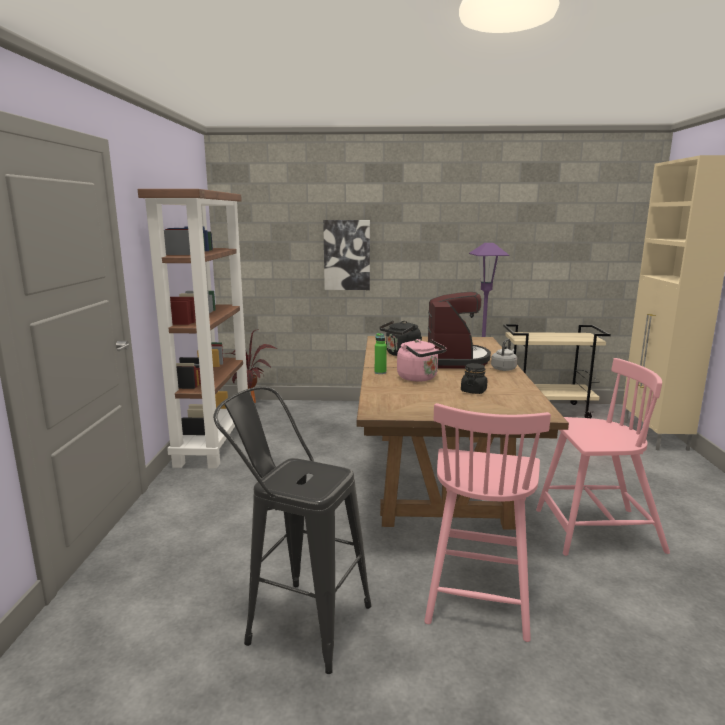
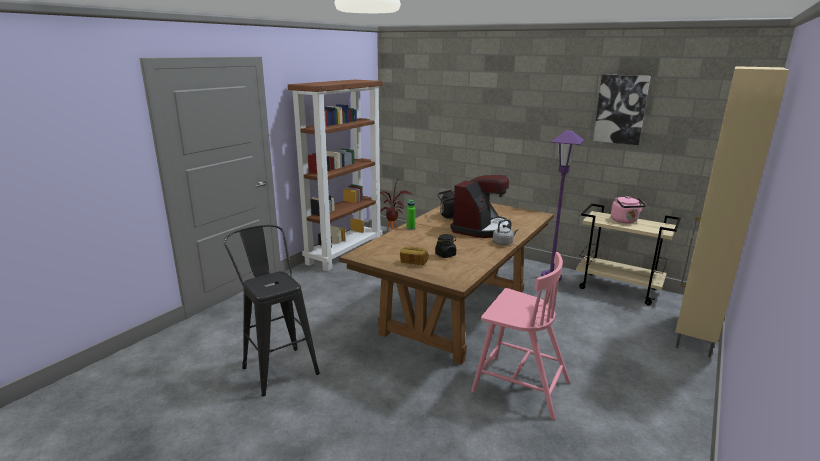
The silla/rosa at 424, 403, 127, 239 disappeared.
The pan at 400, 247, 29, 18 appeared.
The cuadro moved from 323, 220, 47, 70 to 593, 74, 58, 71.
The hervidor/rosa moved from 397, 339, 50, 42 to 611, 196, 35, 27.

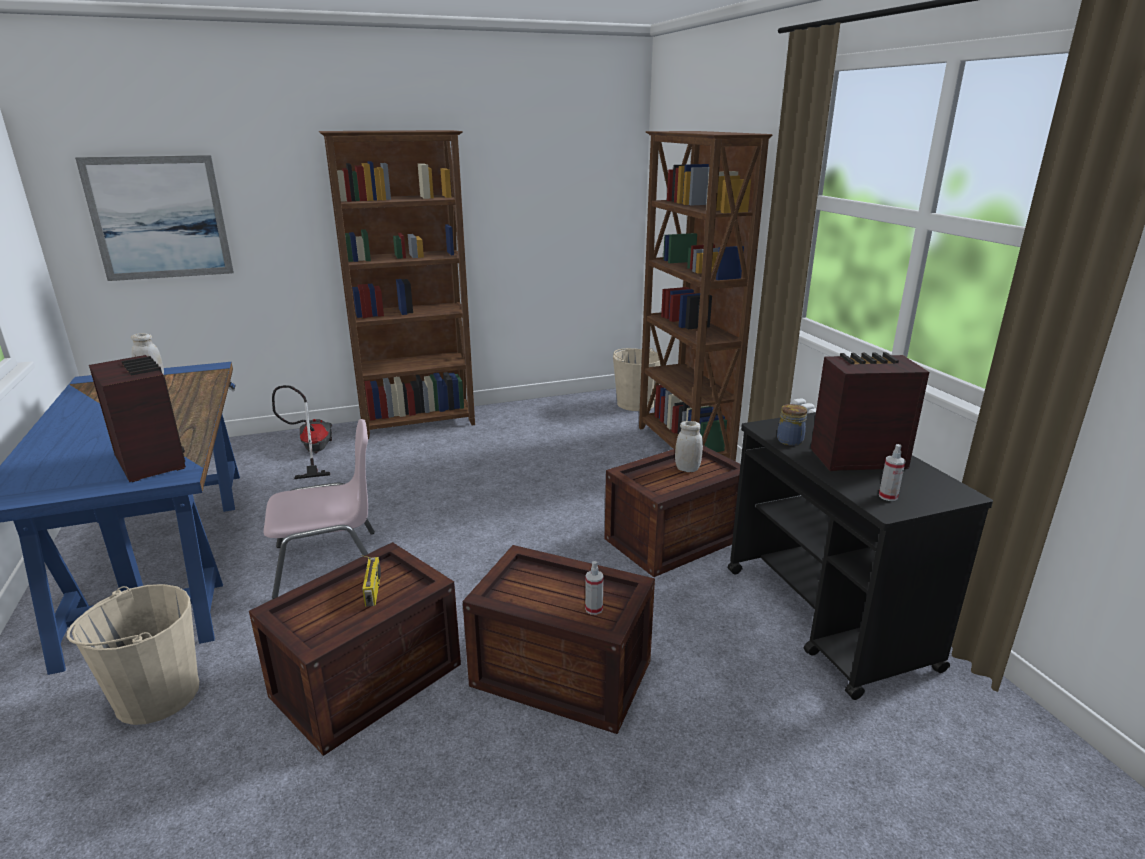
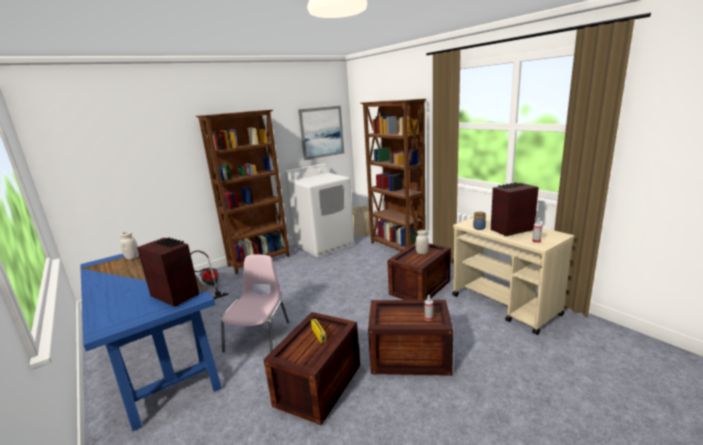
The cubo/beis at 67, 584, 132, 141 disappeared.
The lavadora/blanco at 285, 164, 69, 93 appeared.
The cuadro moved from 75, 155, 159, 126 to 298, 106, 46, 54.
The carrito/negro at 728, 412, 265, 288 became the carrito/beis at 452, 215, 122, 120.
The silla/rosa at 264, 419, 111, 180 turned 45 degrees counterclockwise.

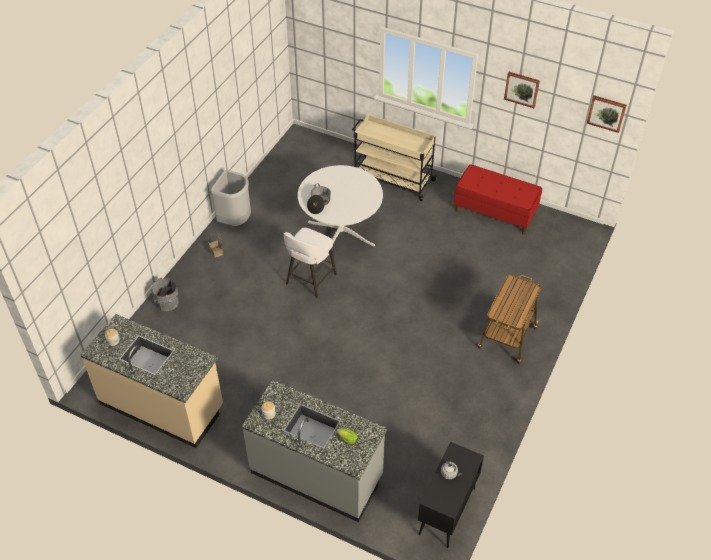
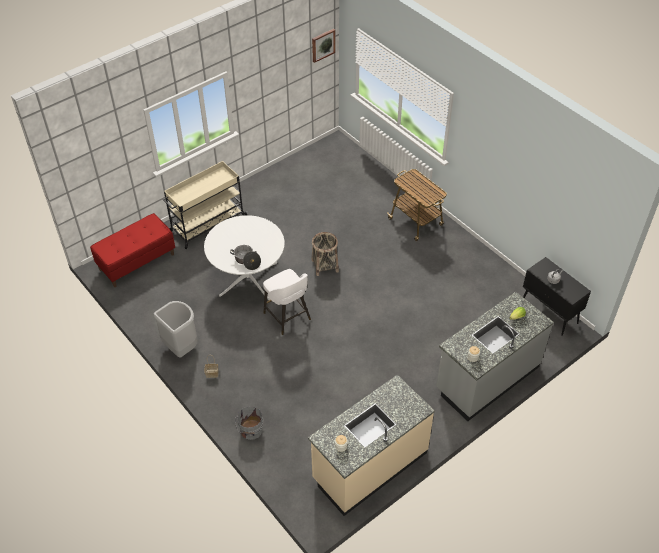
The cuadro at 504, 72, 36, 36 disappeared.
The cesta at 312, 232, 27, 44 appeared.
The banco/rojo moved from 454, 164, 88, 71 to 90, 213, 85, 74.

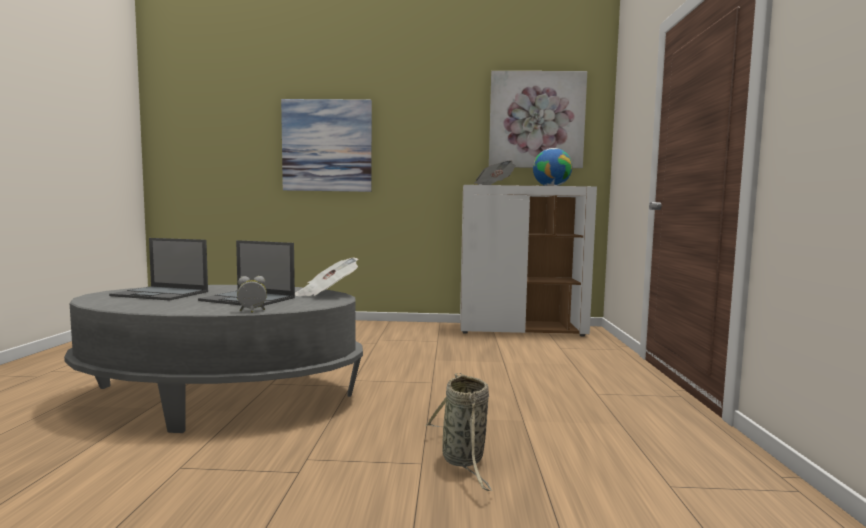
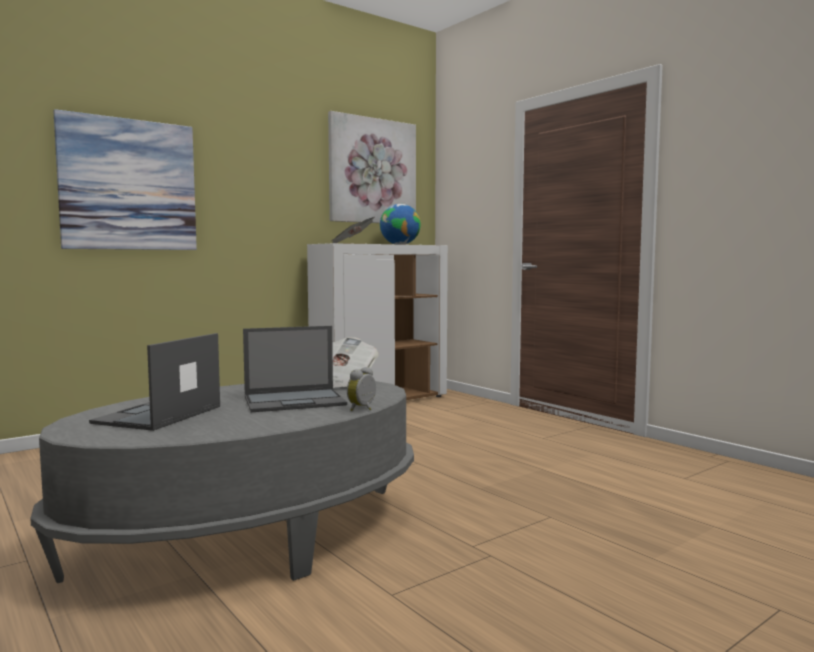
The cesta at 425, 373, 68, 118 disappeared.
The portátil at 109, 238, 99, 63 turned 135 degrees clockwise.

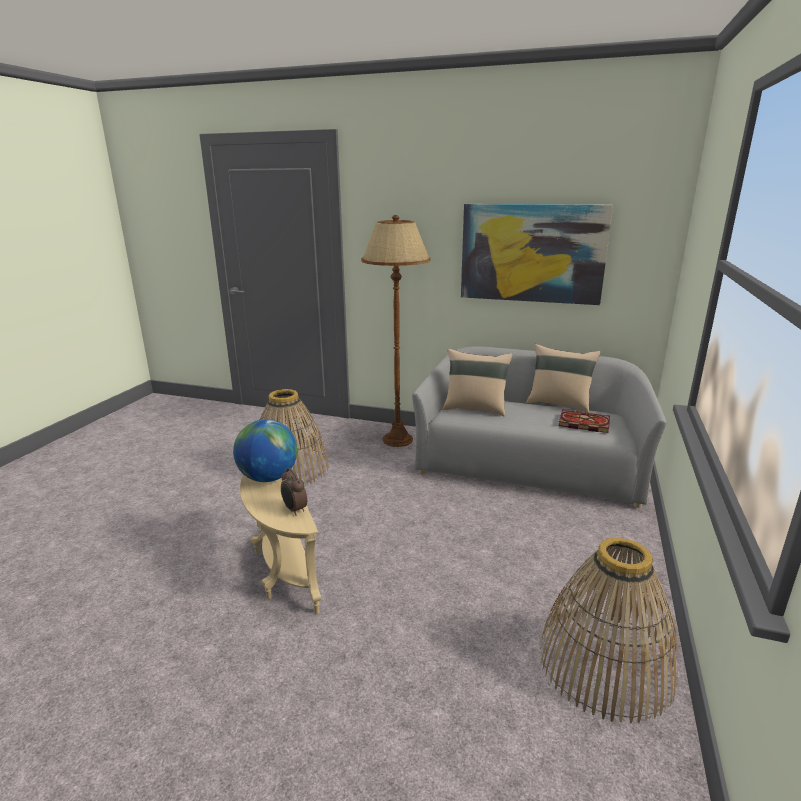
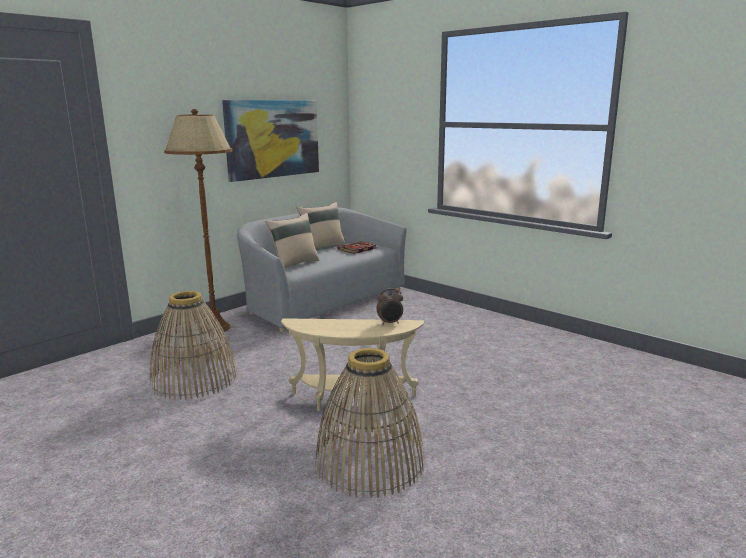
The globo terráqueo at 233, 419, 64, 63 disappeared.
The cesta moved from 539, 537, 139, 187 to 315, 348, 110, 150.

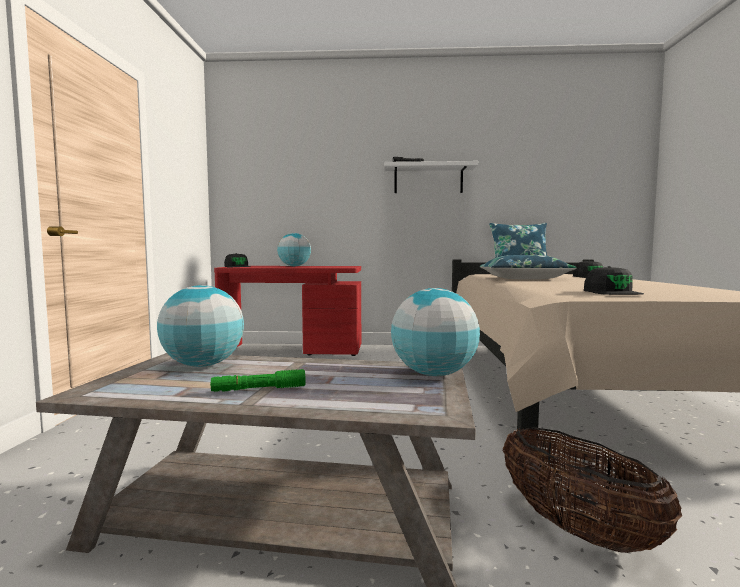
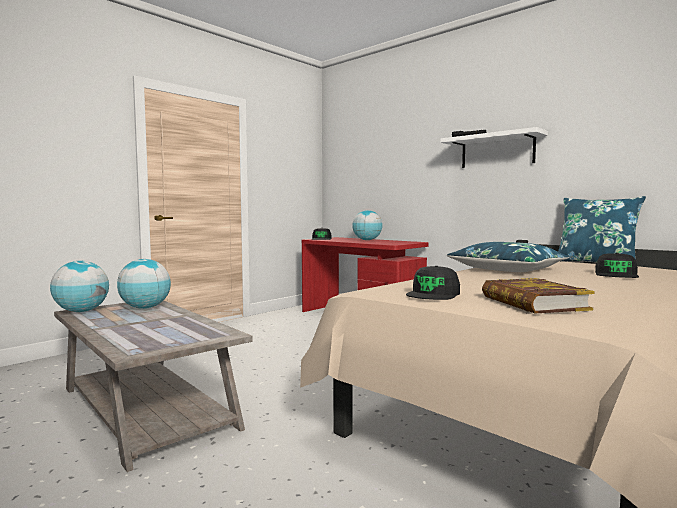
The linterna/verde at 210, 369, 96, 23 disappeared.
The cesta at 503, 427, 179, 126 disappeared.
The libro at 482, 278, 113, 36 appeared.
The globo terráqueo moved from 391, 288, 89, 88 to 50, 261, 59, 51.

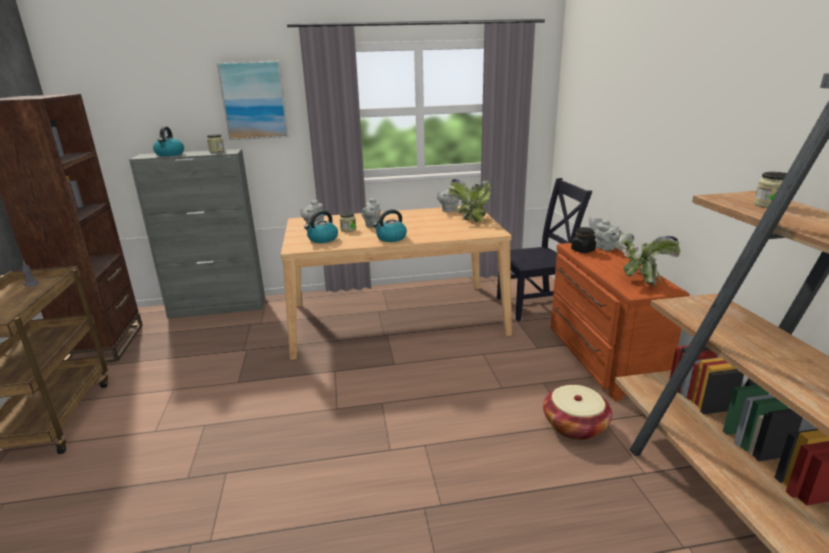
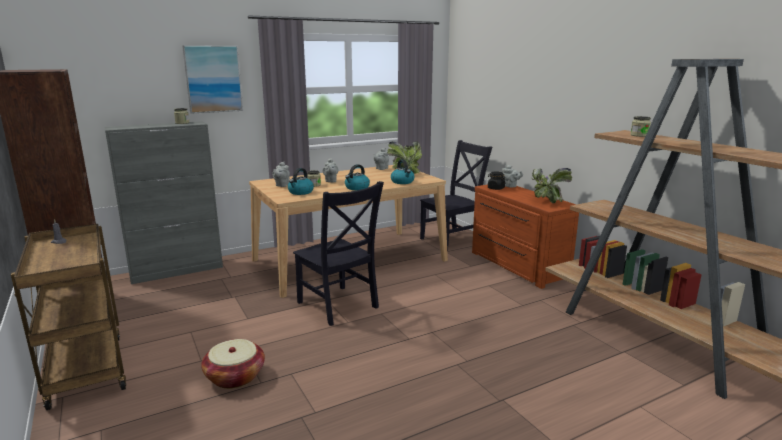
The silla/negro at 293, 181, 91, 145 appeared.
The hervidor moved from 153, 127, 31, 29 to 391, 159, 24, 25.
The cesta moved from 543, 385, 69, 55 to 201, 339, 64, 50.

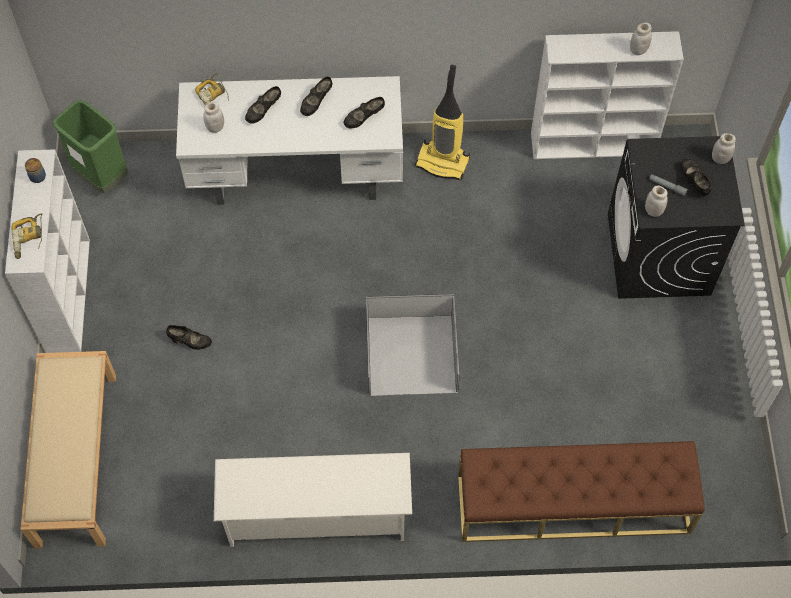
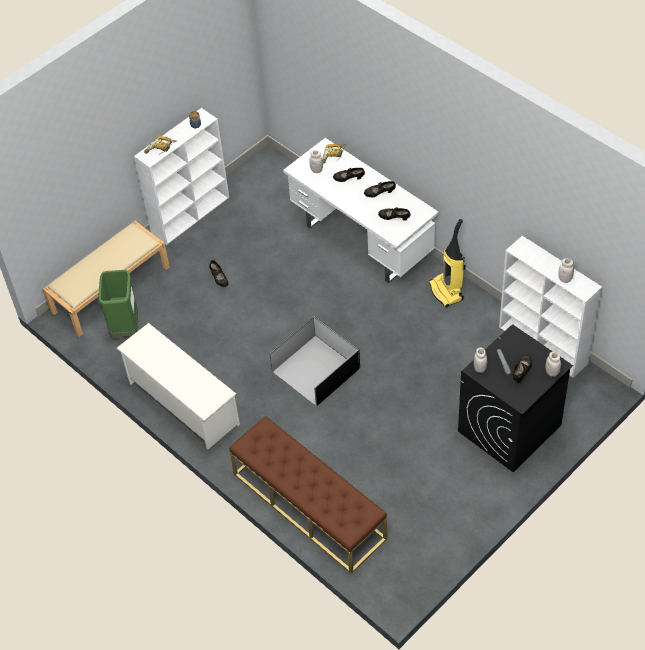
The papelera/verde moved from 53, 100, 75, 93 to 98, 270, 40, 68.

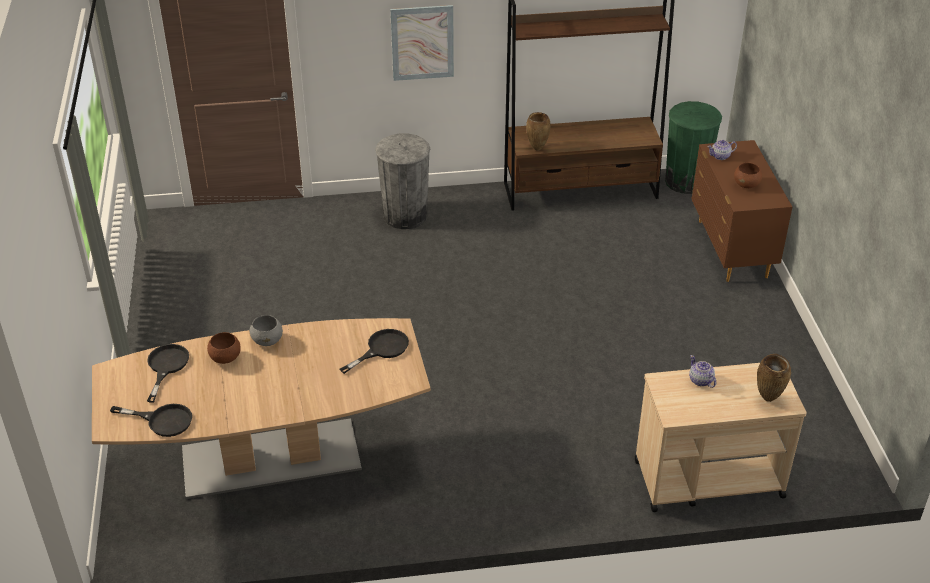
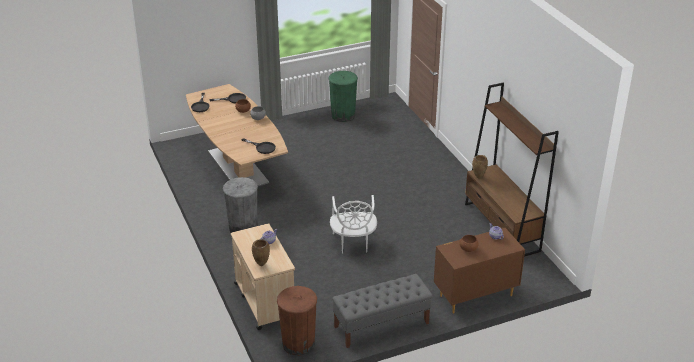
The cuadro at 390, 5, 64, 76 disappeared.
The papelera/marrón at 277, 286, 40, 70 appeared.
The silla/blanco at 330, 195, 47, 59 appeared.
The banco/gris at 332, 274, 101, 74 appeared.
The papelera/gris moved from 375, 134, 55, 95 to 223, 177, 35, 56.
The papelera/verde moved from 665, 101, 57, 93 to 329, 71, 29, 51.

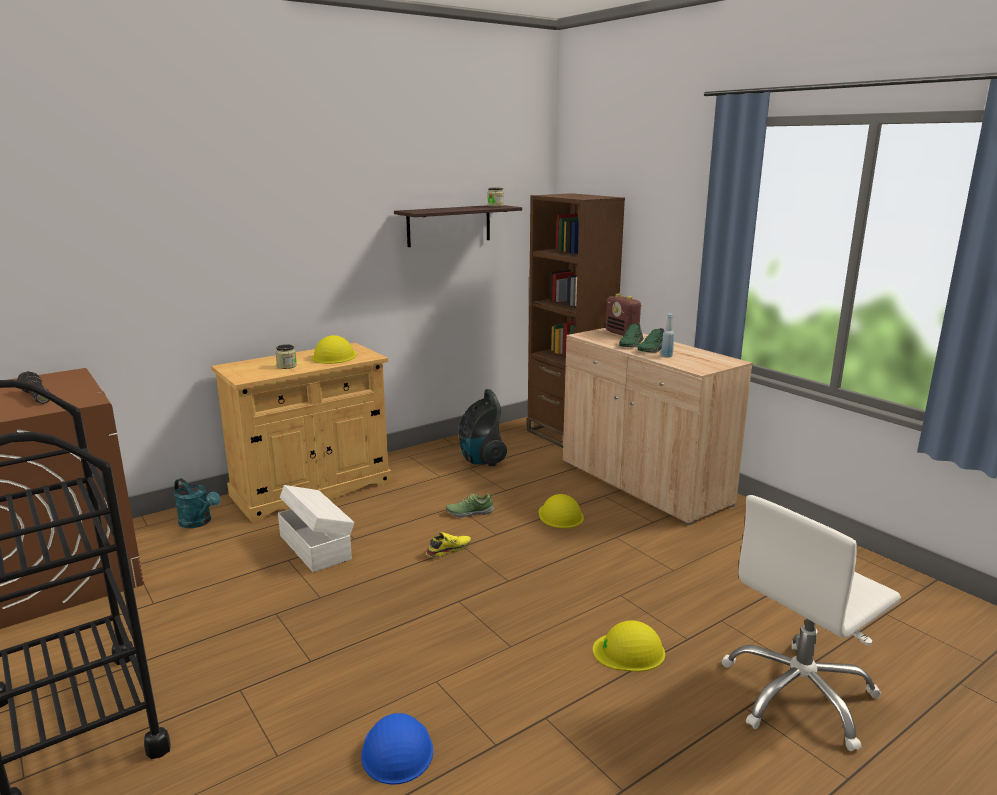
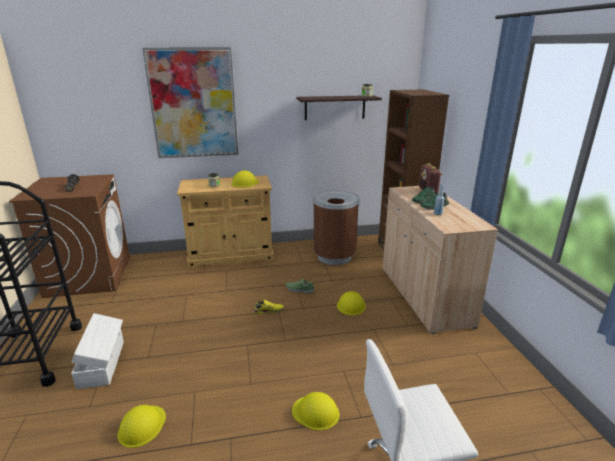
The regadera/turquesa at 174, 478, 47, 50 disappeared.
The cuadro at 142, 47, 96, 111 appeared.
The caja de almacenaje/blanco moved from 278, 485, 76, 87 to 71, 313, 53, 76.
The aspiradora at 459, 389, 48, 77 was replaced by the papelera/marrón at 313, 190, 46, 75.
The casco/azul at 361, 713, 72, 72 became the casco/amarillo at 117, 405, 49, 43.

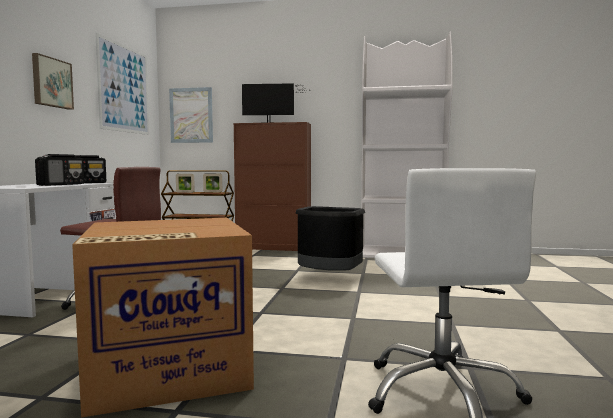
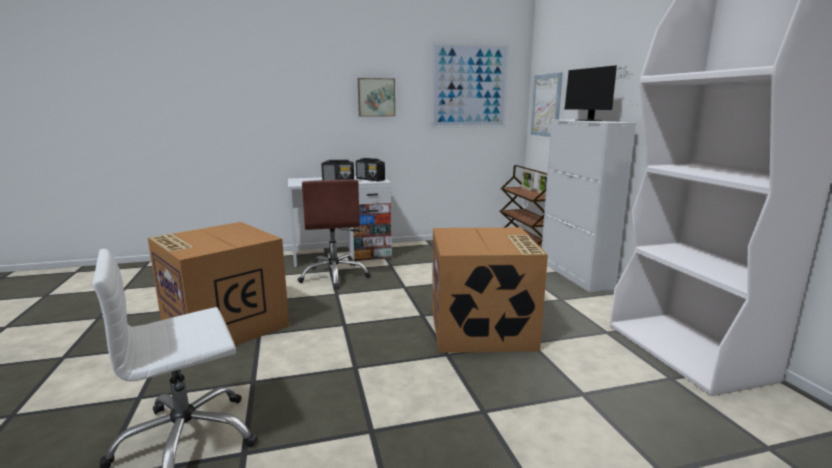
The papelera/negro at 296, 206, 69, 65 was replaced by the caja de cartón at 432, 227, 116, 126.
The armario/marrón at 234, 122, 77, 129 became the armario/blanco at 542, 120, 94, 172.

